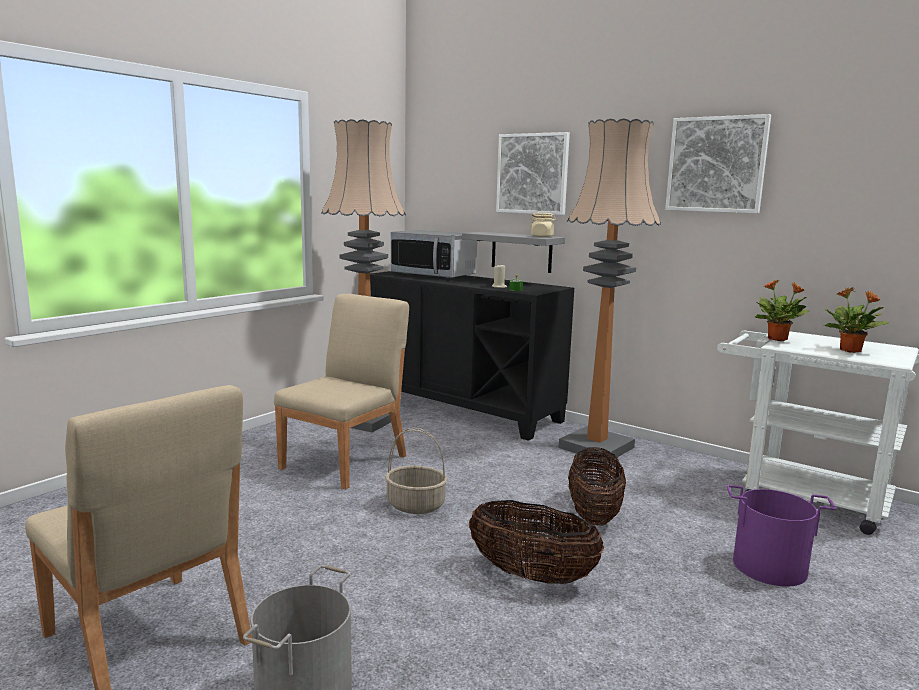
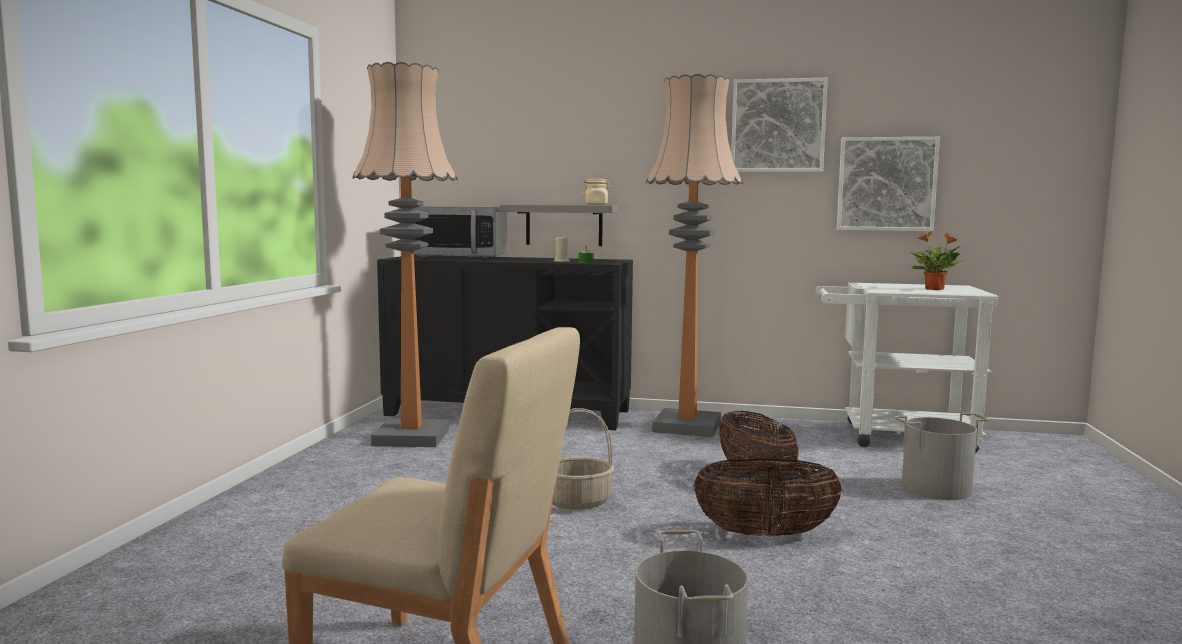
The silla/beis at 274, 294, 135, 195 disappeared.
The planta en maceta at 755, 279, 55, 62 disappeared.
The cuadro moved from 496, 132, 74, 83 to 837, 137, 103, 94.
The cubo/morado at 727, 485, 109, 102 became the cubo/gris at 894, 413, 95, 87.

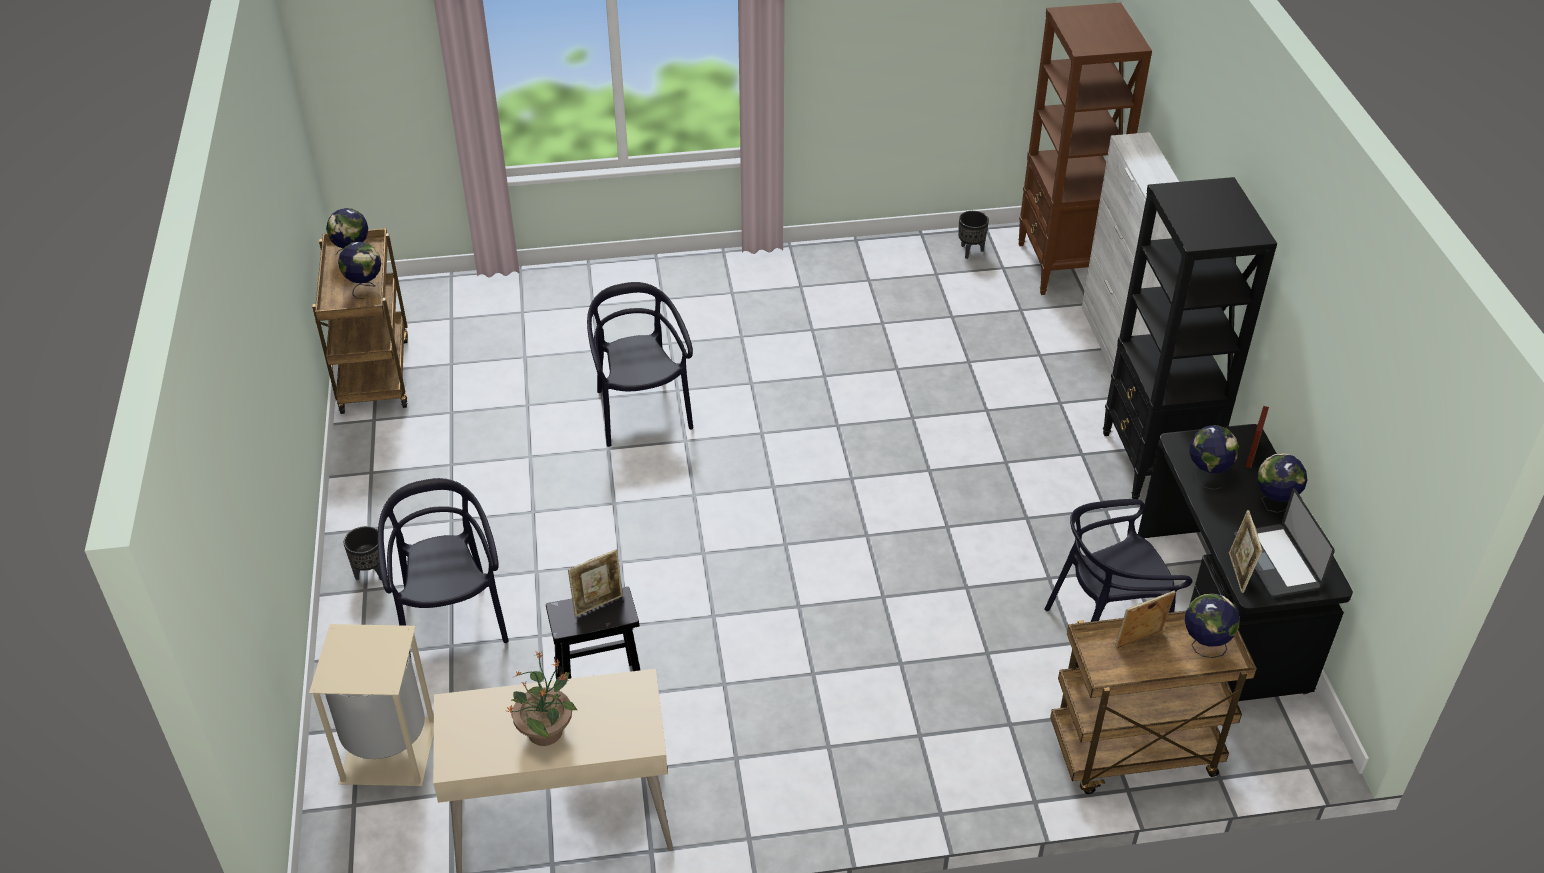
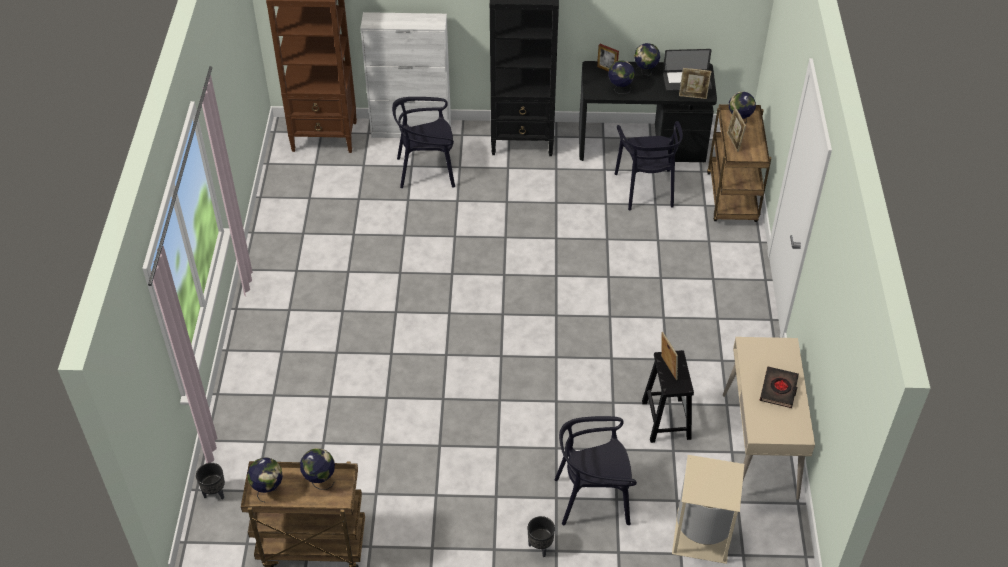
The silla/negro moved from 587, 282, 106, 165 to 392, 97, 63, 91.
The maceta/negro moved from 958, 211, 31, 48 to 196, 463, 29, 37.
The planta en maceta at 507, 651, 70, 95 was replaced by the libro/negro at 760, 367, 39, 41.

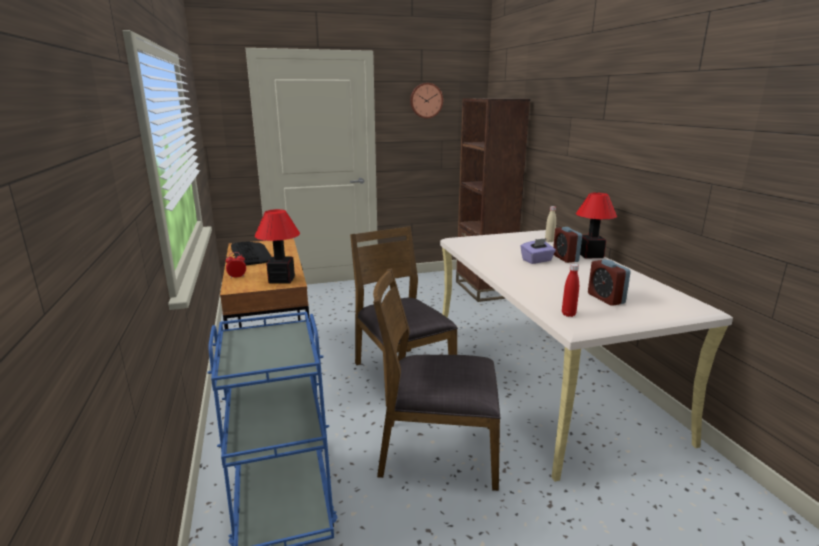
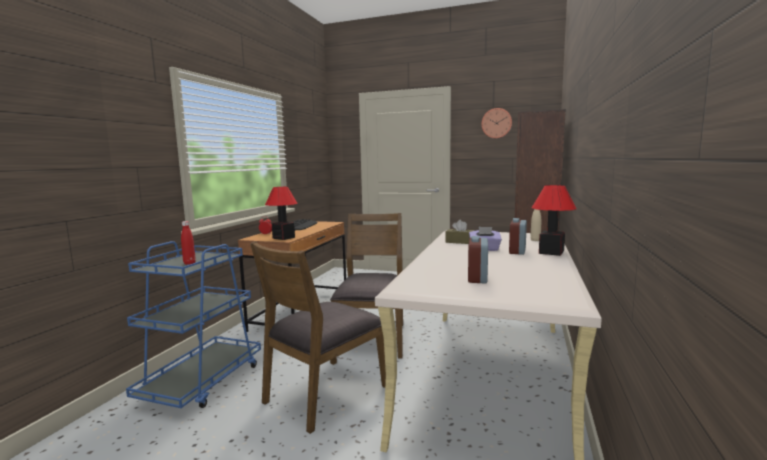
The caja de pañuelos/marrón at 445, 220, 30, 24 appeared.
The botella/rojo moved from 562, 264, 17, 53 to 181, 221, 15, 44.
The silla/marrón at 373, 268, 127, 223 turned 90 degrees counterclockwise.

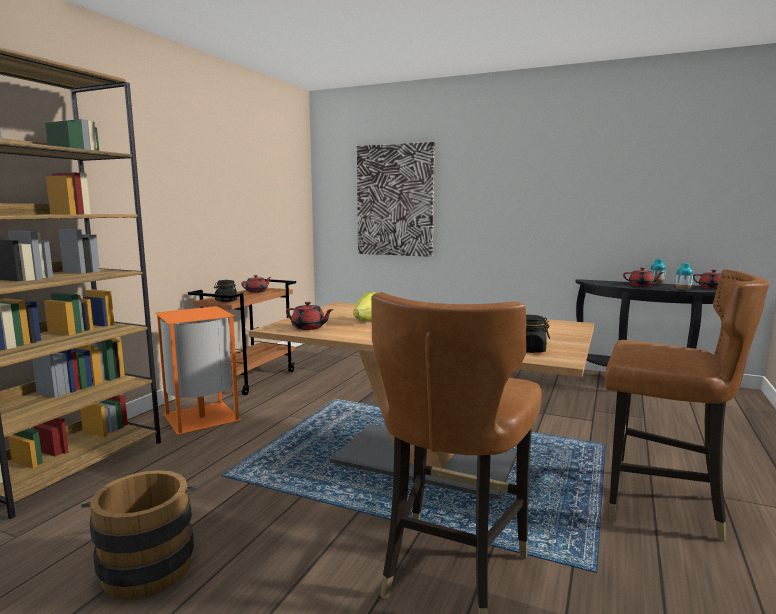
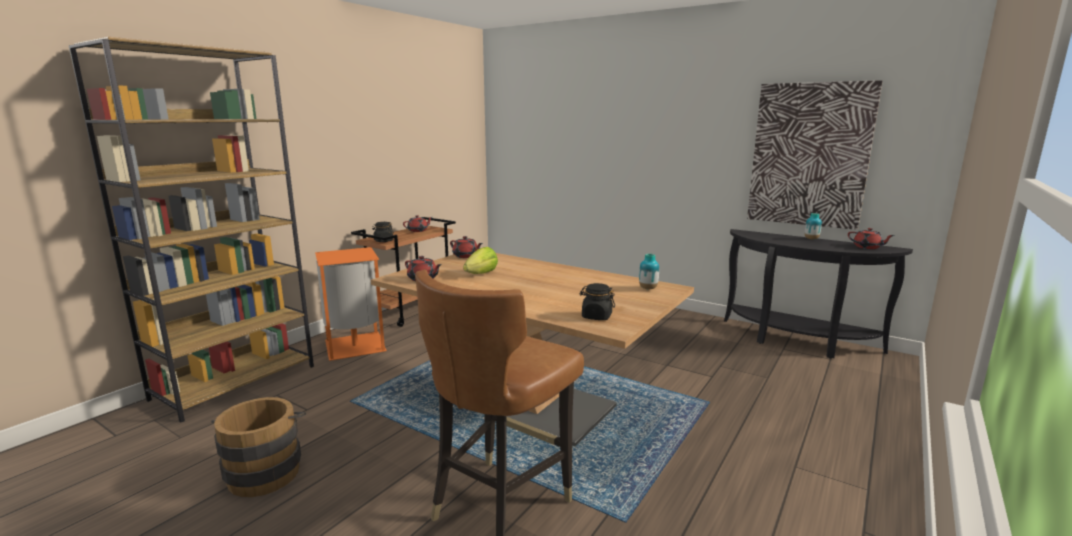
The silla/marrón at 605, 269, 165, 273 disappeared.
The cuadro moved from 357, 142, 78, 115 to 747, 80, 136, 150.
The tetera/rojo moved from 623, 268, 41, 18 to 450, 236, 33, 22.
The florero moved from 676, 263, 17, 27 to 639, 254, 20, 35.

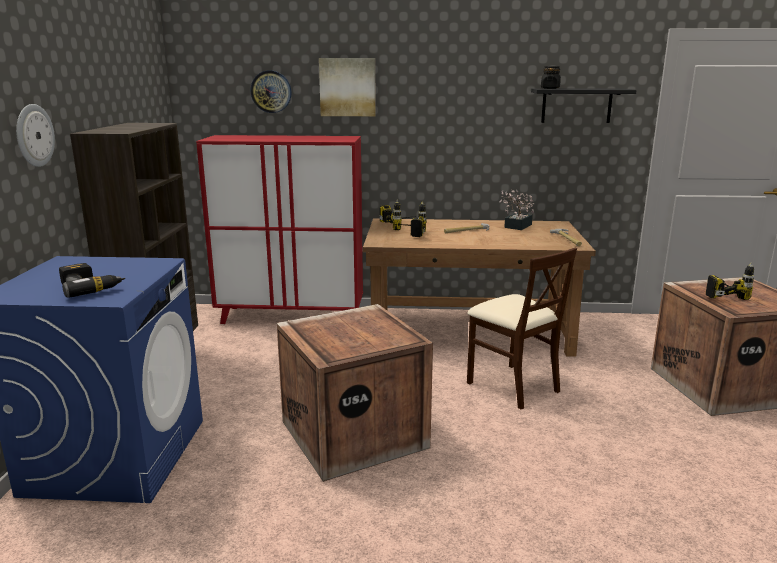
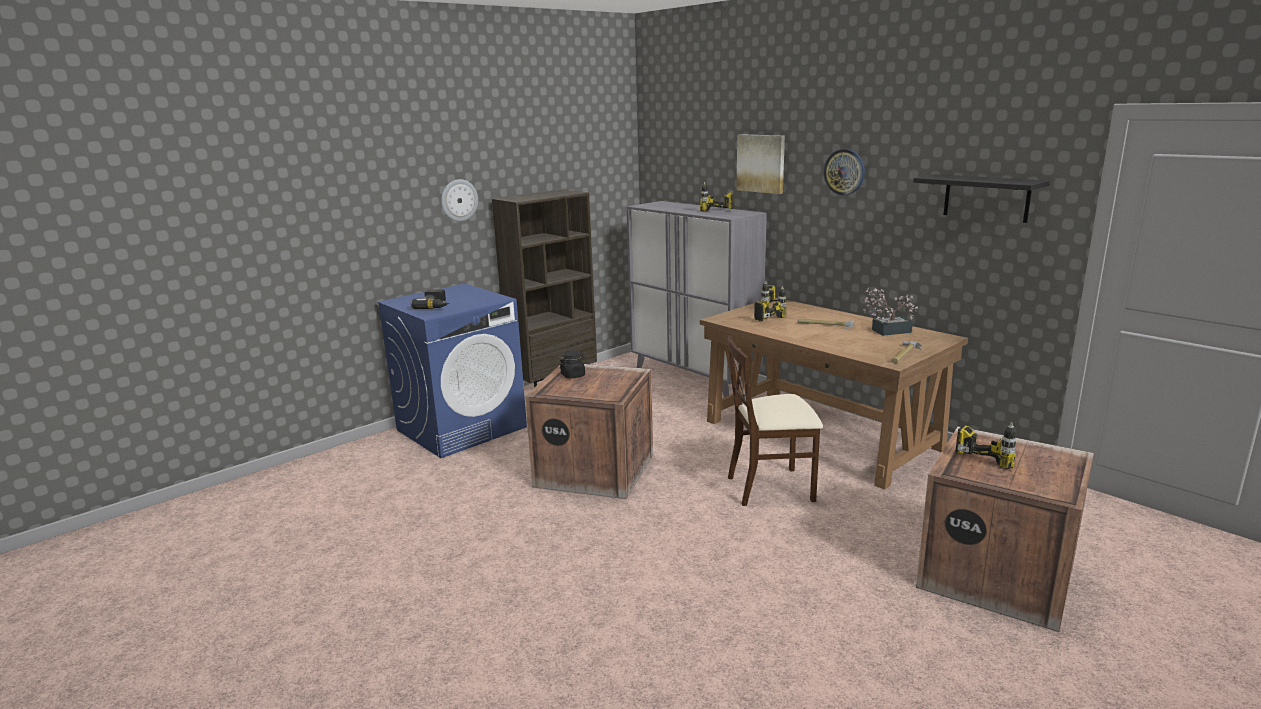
The taladro at 700, 182, 33, 29 appeared.
The reloj de pared moved from 251, 71, 40, 42 to 824, 149, 41, 46.
The tarro/negro moved from 541, 66, 20, 23 to 560, 351, 26, 28.
The armario/rojo at 196, 135, 167, 189 became the armario/gris at 626, 201, 141, 196.
The silla/beis at 467, 248, 110, 161 turned 75 degrees clockwise.

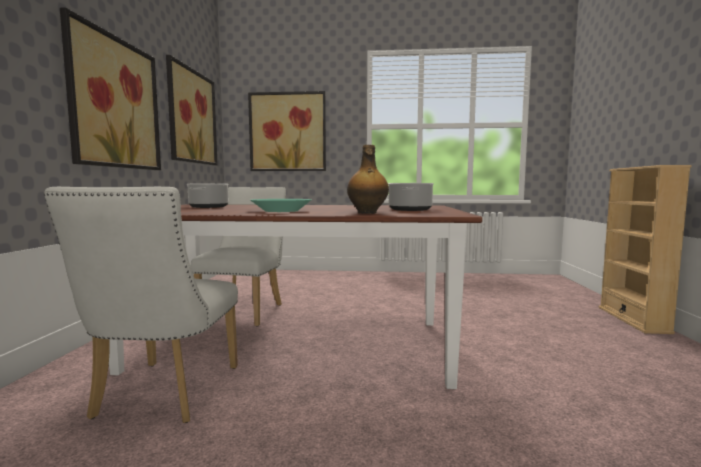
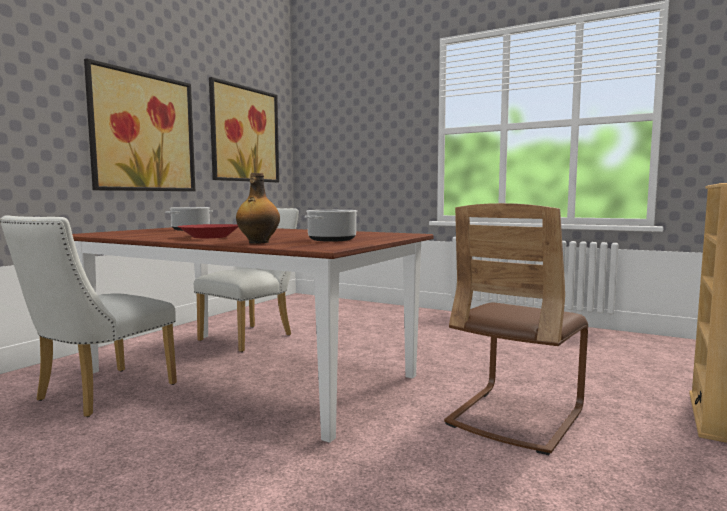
The cuadro at 248, 91, 78, 80 disappeared.
The silla/marrón at 444, 203, 144, 252 appeared.
The cuenco/turquesa at 250, 199, 62, 13 became the cuenco/rojo at 177, 224, 61, 14.

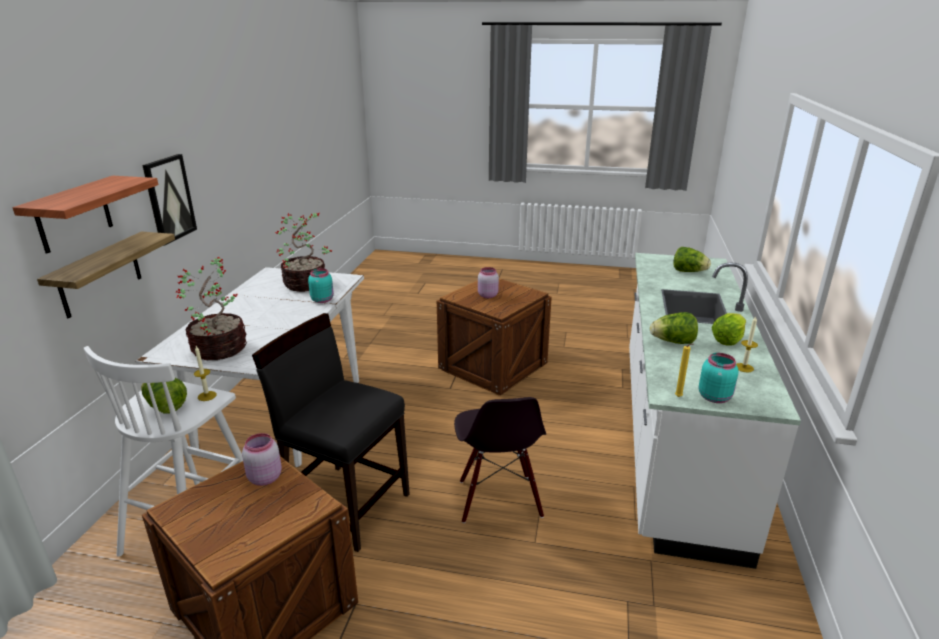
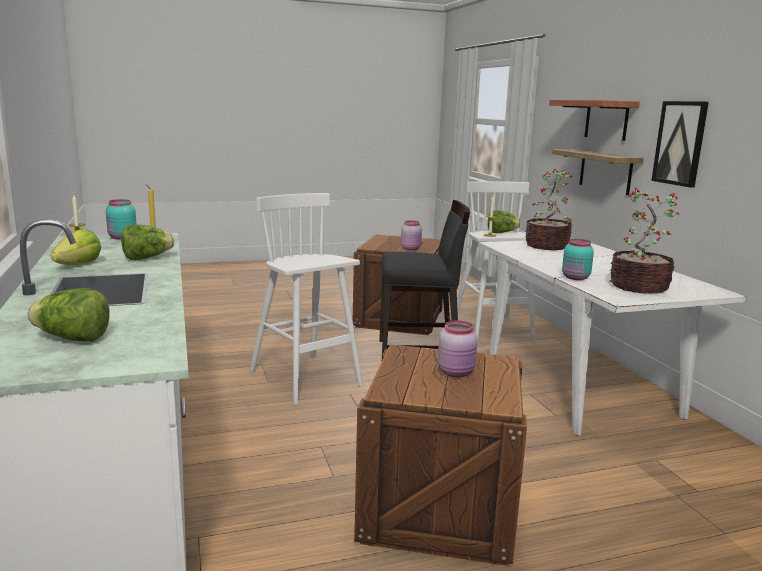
The silla/negro at 454, 397, 92, 126 was replaced by the taburete/blanco at 250, 193, 113, 212.

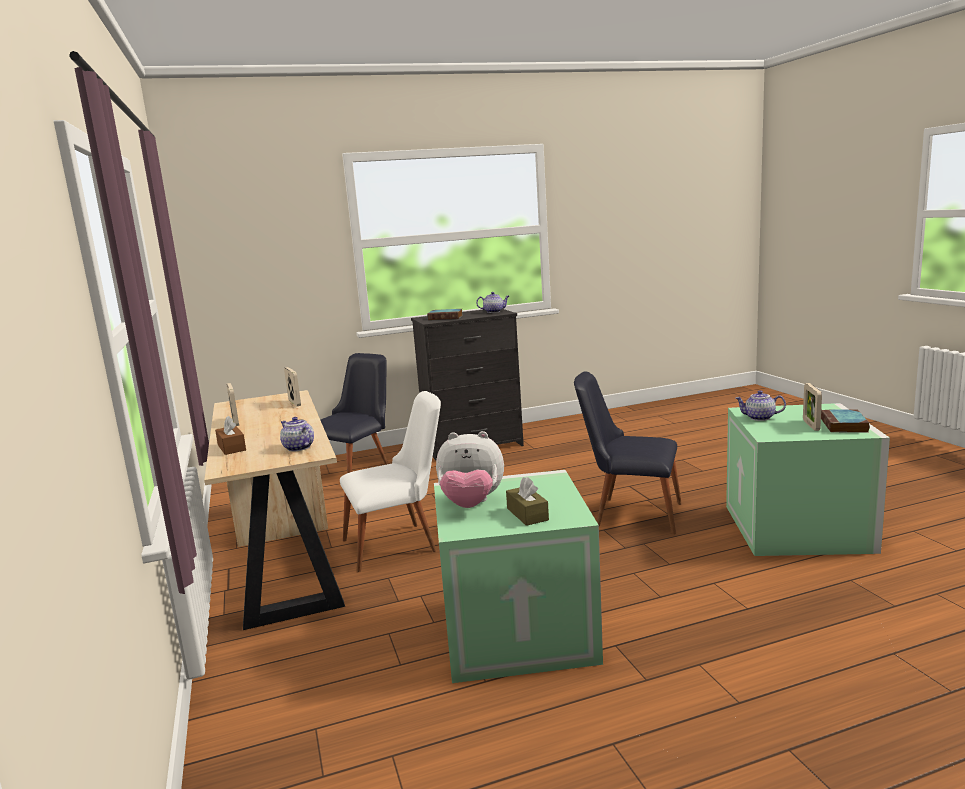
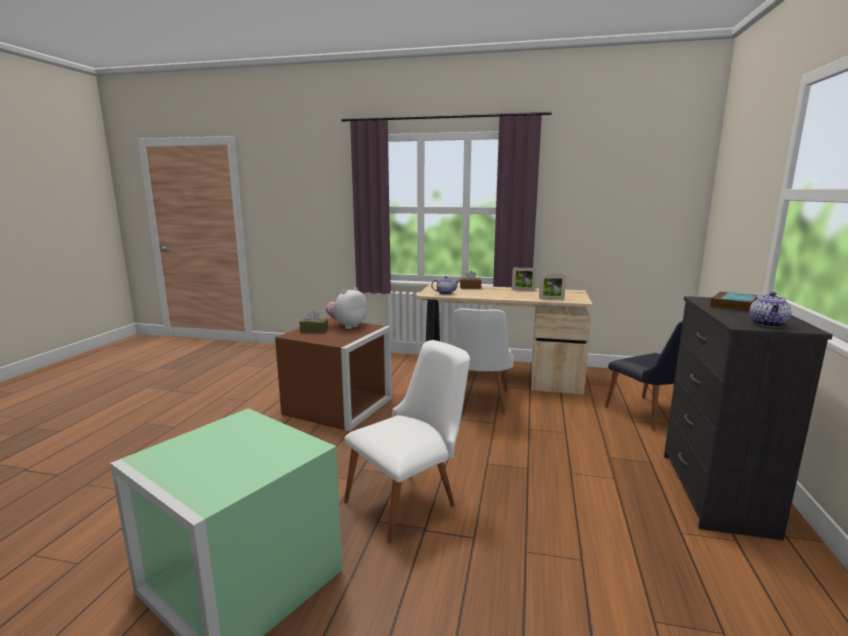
The tetera at 735, 390, 51, 31 disappeared.
The portarretratos at 803, 383, 19, 48 disappeared.
The libro at 821, 409, 49, 24 disappeared.
The caja de almacenaje/verde at 434, 470, 169, 213 became the caja de almacenaje/marrón at 275, 318, 117, 113.
The silla/negro at 574, 371, 108, 164 became the silla/blanco at 344, 340, 126, 203.

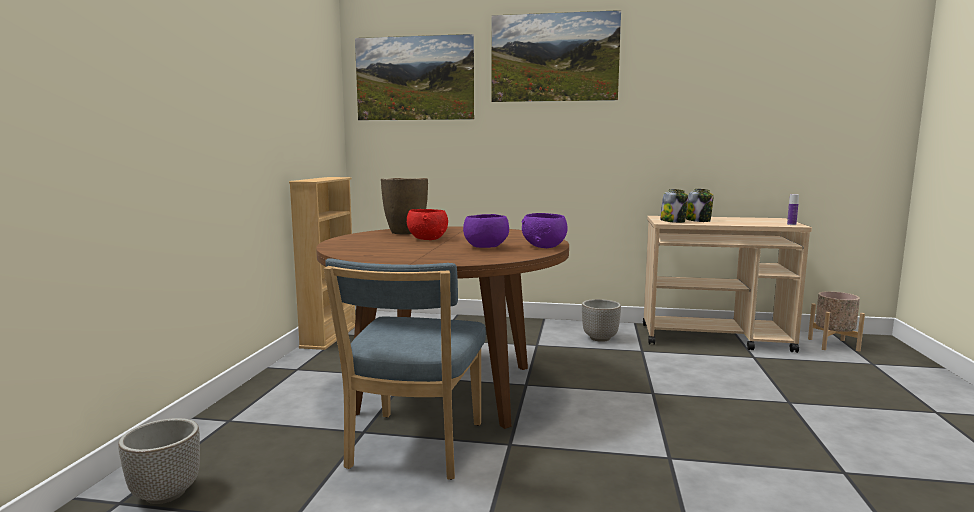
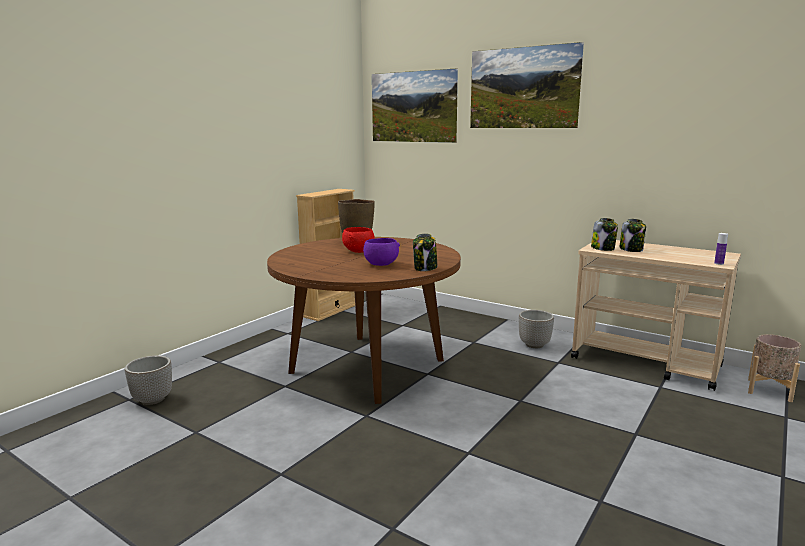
The silla/azul at 324, 258, 162, 222 disappeared.
The cuenco/morado at 522, 213, 46, 35 was replaced by the tarro at 413, 233, 24, 38.

